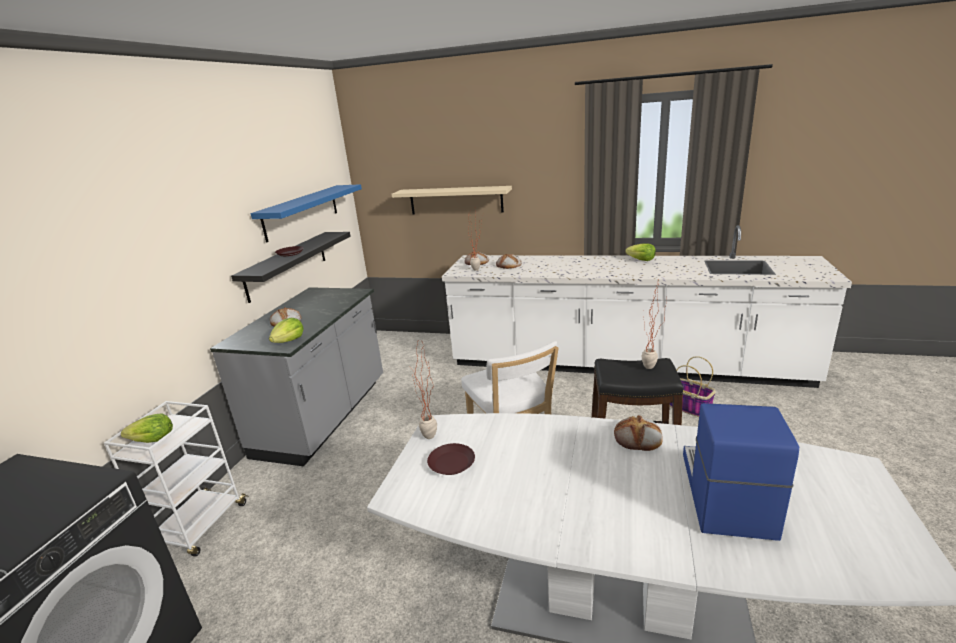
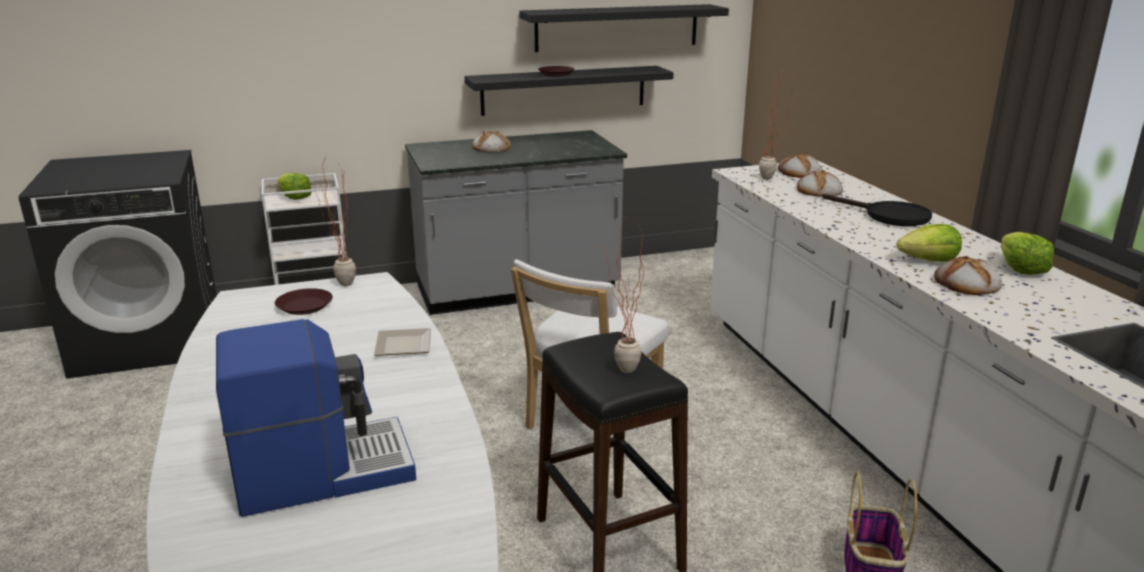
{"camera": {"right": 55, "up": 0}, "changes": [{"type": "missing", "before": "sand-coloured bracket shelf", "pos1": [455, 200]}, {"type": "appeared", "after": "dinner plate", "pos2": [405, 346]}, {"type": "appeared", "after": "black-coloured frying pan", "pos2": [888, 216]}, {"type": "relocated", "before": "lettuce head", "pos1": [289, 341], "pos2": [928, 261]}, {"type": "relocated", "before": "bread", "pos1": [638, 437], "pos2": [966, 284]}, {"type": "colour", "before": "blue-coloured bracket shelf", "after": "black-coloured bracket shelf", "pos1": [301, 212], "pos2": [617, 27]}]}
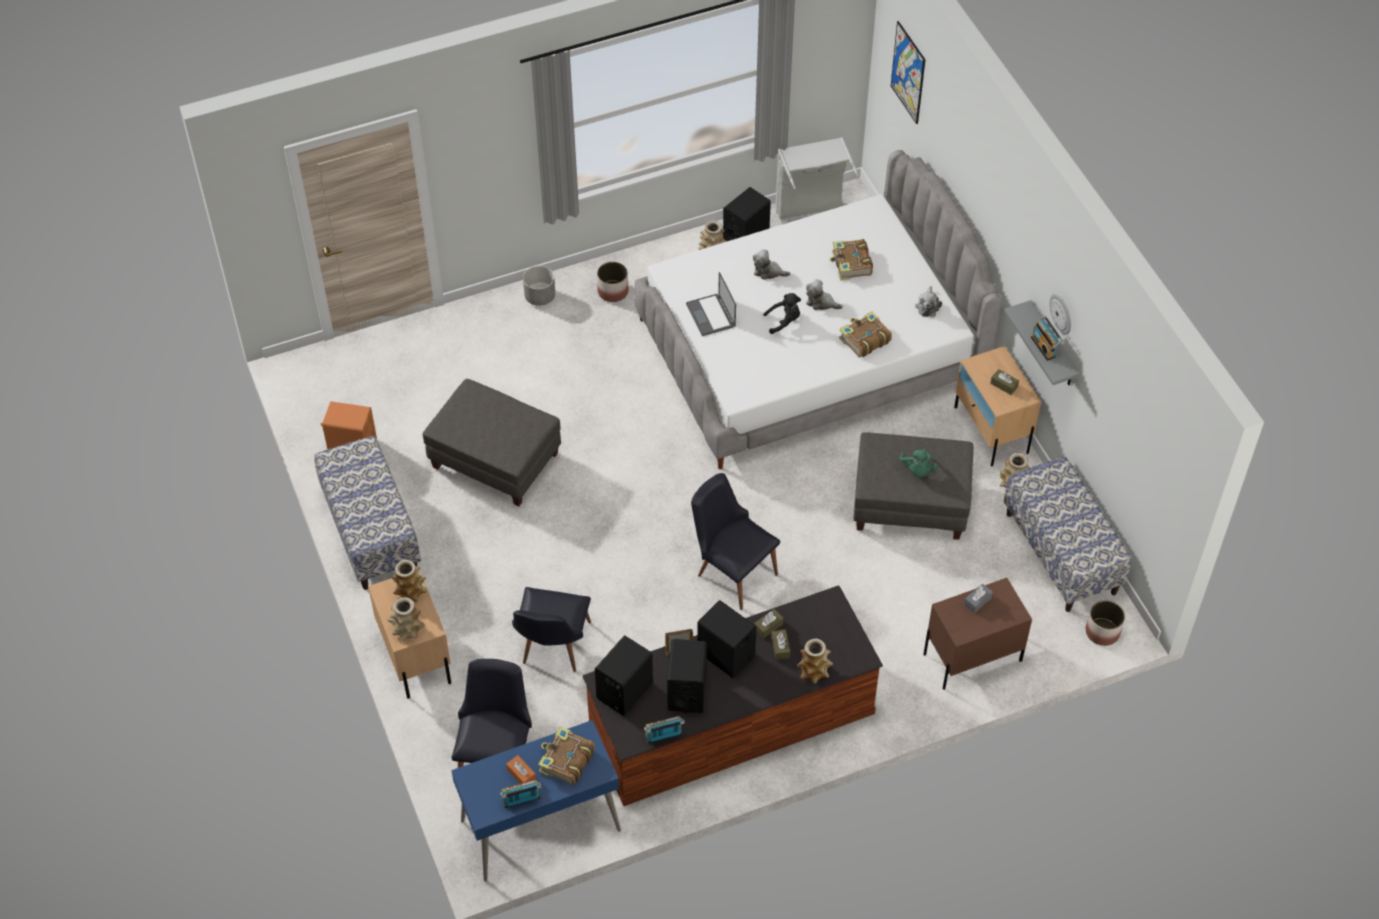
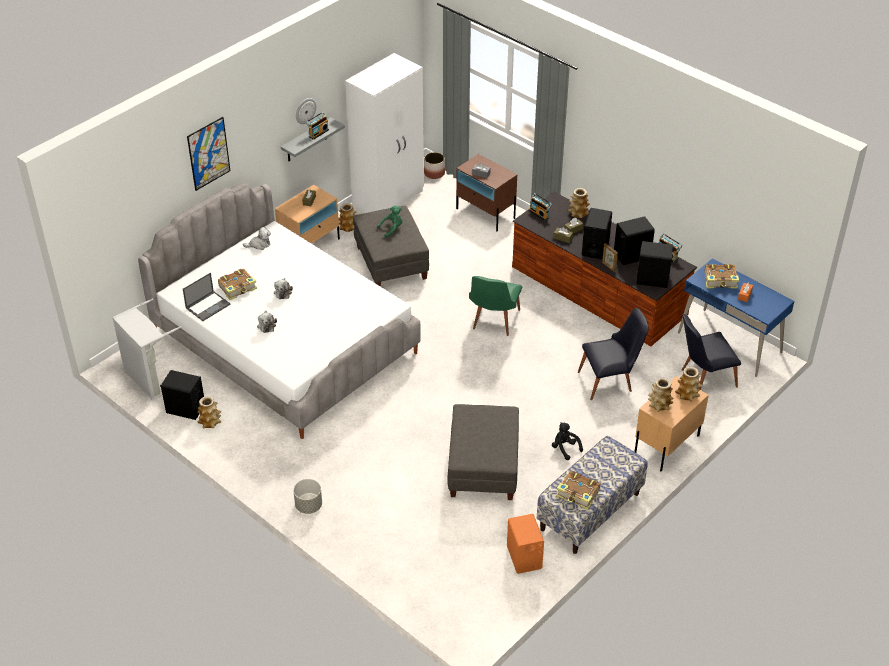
{"camera": {"right": -115, "up": -10}, "changes": [{"type": "missing", "before": "plant pot", "pos1": [613, 291]}, {"type": "relocated", "before": "radio set", "pos1": [521, 800], "pos2": [540, 214]}, {"type": "relocated", "before": "notebook computer", "pos1": [711, 315], "pos2": [208, 306]}, {"type": "relocated", "before": "black-coloured plush toy", "pos1": [784, 321], "pos2": [565, 448]}, {"type": "relocated", "before": "book", "pos1": [864, 340], "pos2": [578, 494]}, {"type": "relocated", "before": "wall picture", "pos1": [908, 72], "pos2": [208, 153]}, {"type": "exchanged", "before": "indoor bench", "after": "white wardrobe", "pos1": [1061, 553], "pos2": [389, 198]}, {"type": "colour", "before": "black-coloured upright chair", "after": "greenish upright chair", "pos1": [732, 570], "pos2": [493, 322]}]}
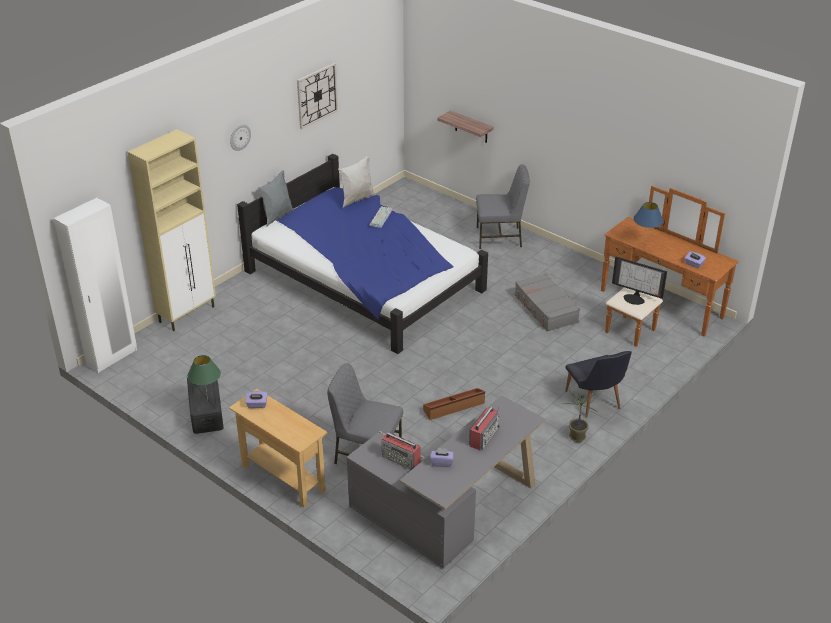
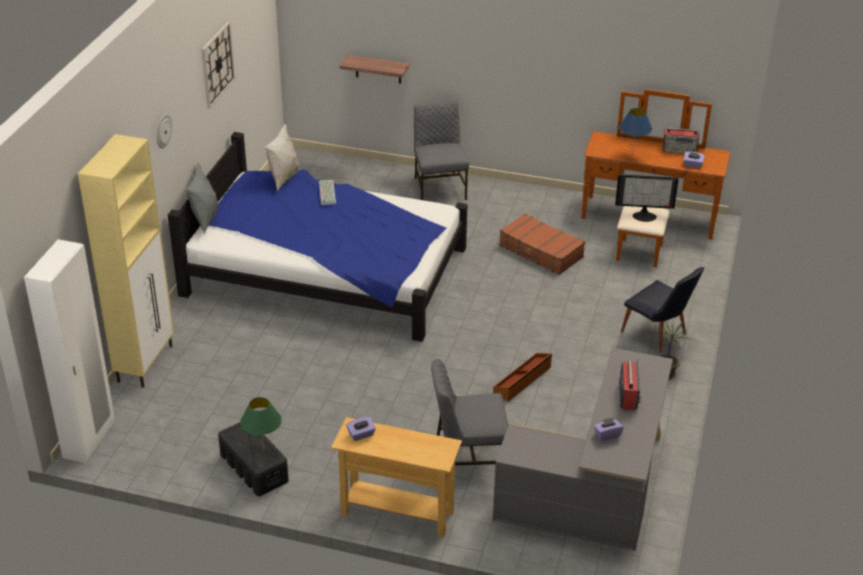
{"camera": {"right": -25, "up": 0}, "changes": [{"type": "relocated", "before": "radio set", "pos1": [401, 459], "pos2": [680, 150]}, {"type": "colour", "before": "grey piece of luggage", "after": "brownish piece of luggage", "pos1": [545, 309], "pos2": [541, 252]}, {"type": "spun", "before": "grey upright chair", "pos1": [500, 237], "pos2": [439, 188], "turn": -75}]}
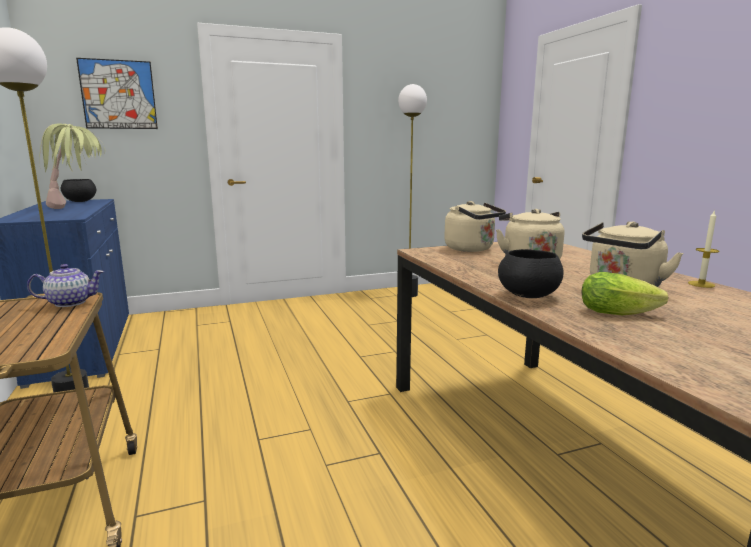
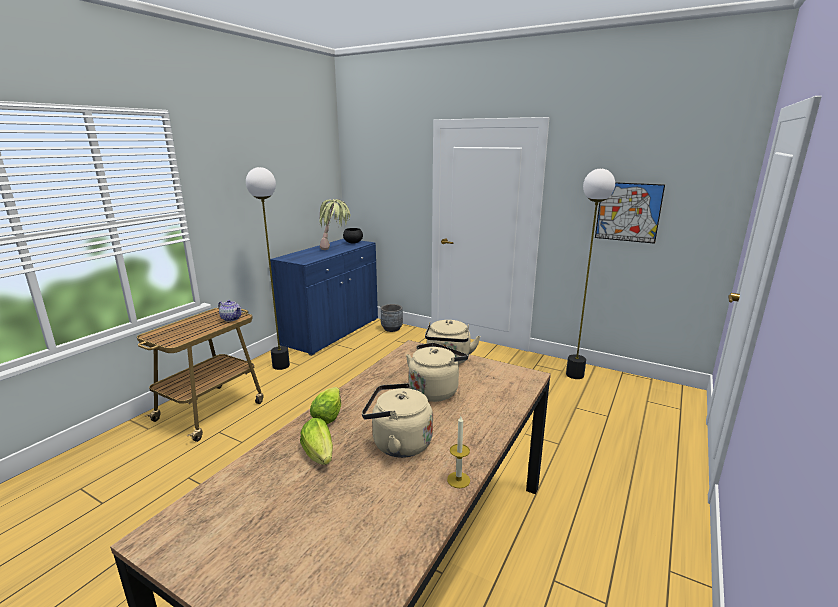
{"camera": {"right": 50, "up": 5}, "changes": [{"type": "appeared", "after": "grey plant pot", "pos2": [392, 329]}, {"type": "relocated", "before": "wall picture", "pos1": [118, 94], "pos2": [628, 212]}, {"type": "exchanged", "before": "black-coloured deep dish", "after": "lettuce head", "pos1": [528, 296], "pos2": [329, 414]}]}
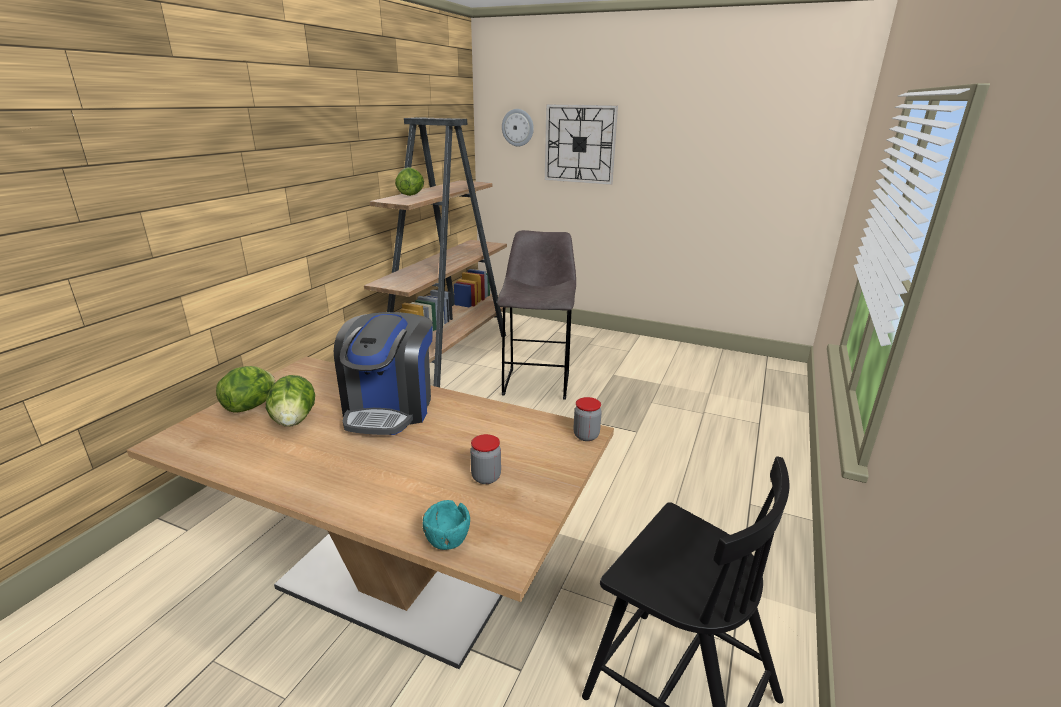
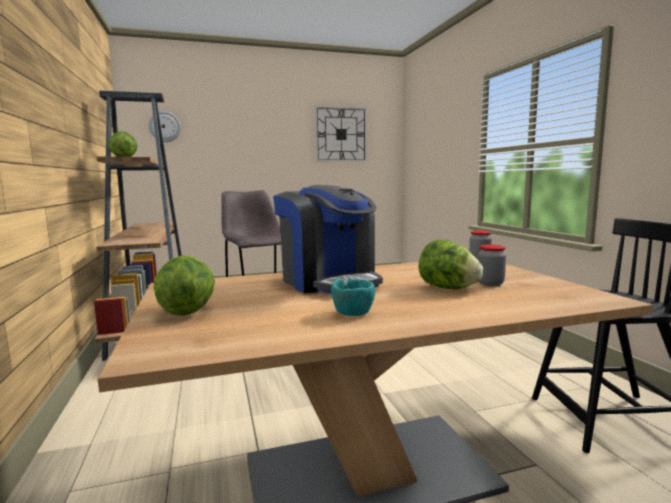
{"camera": {"right": -40, "up": -15}, "changes": [{"type": "relocated", "before": "lettuce head", "pos1": [294, 420], "pos2": [448, 288]}, {"type": "relocated", "before": "turquoise-coloured deep dish", "pos1": [447, 540], "pos2": [352, 313]}, {"type": "relocated", "before": "clock on the wall", "pos1": [580, 144], "pos2": [341, 134]}]}
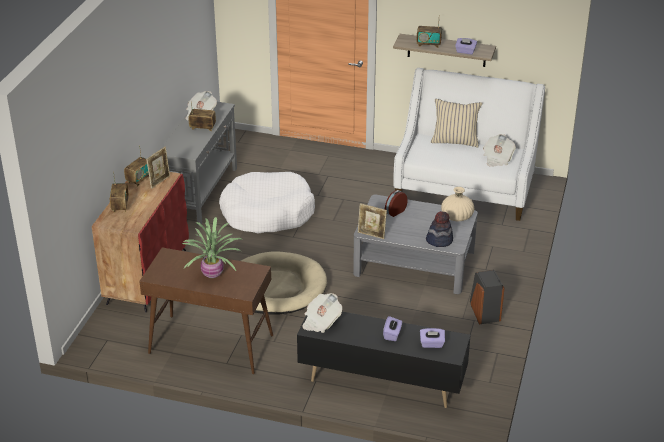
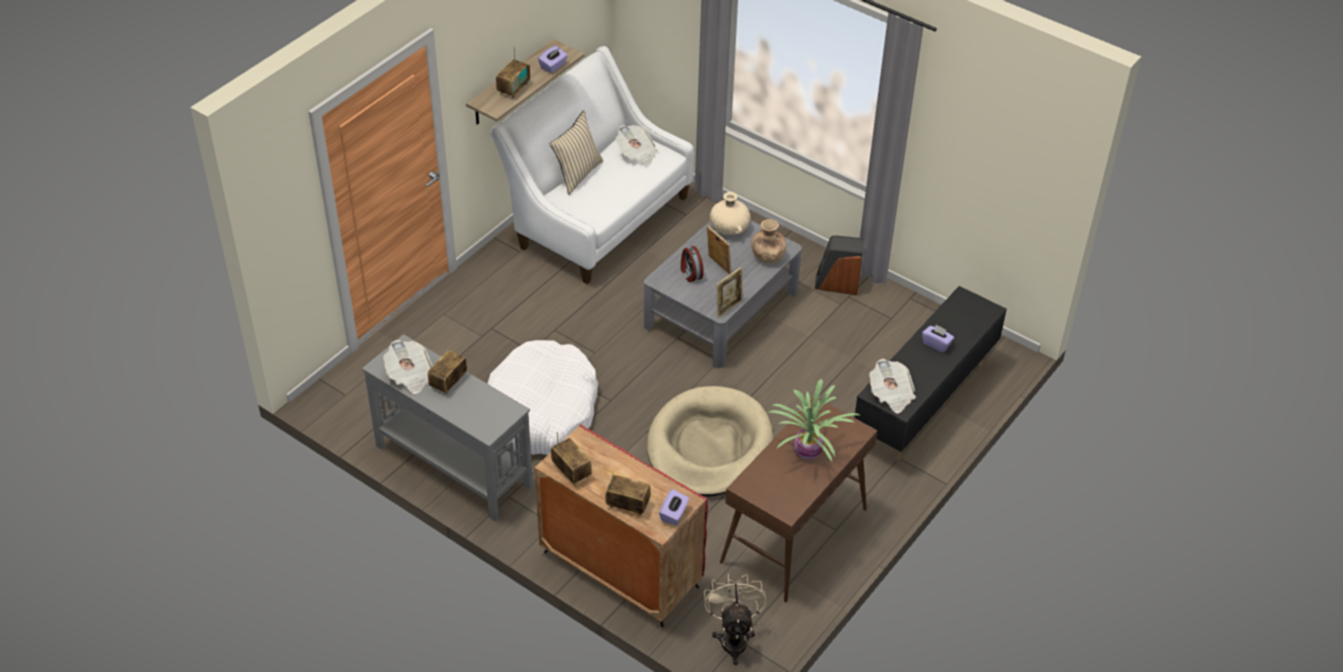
{"camera": {"right": -70, "up": 10}, "changes": [{"type": "appeared", "after": "sand-coloured fan", "pos2": [733, 638]}, {"type": "relocated", "before": "standing frame", "pos1": [159, 181], "pos2": [718, 265]}, {"type": "relocated", "before": "purple-coloured box of tissues", "pos1": [432, 344], "pos2": [674, 514]}, {"type": "exchanged", "before": "wearable hat", "after": "brownish vase", "pos1": [439, 240], "pos2": [767, 256]}]}
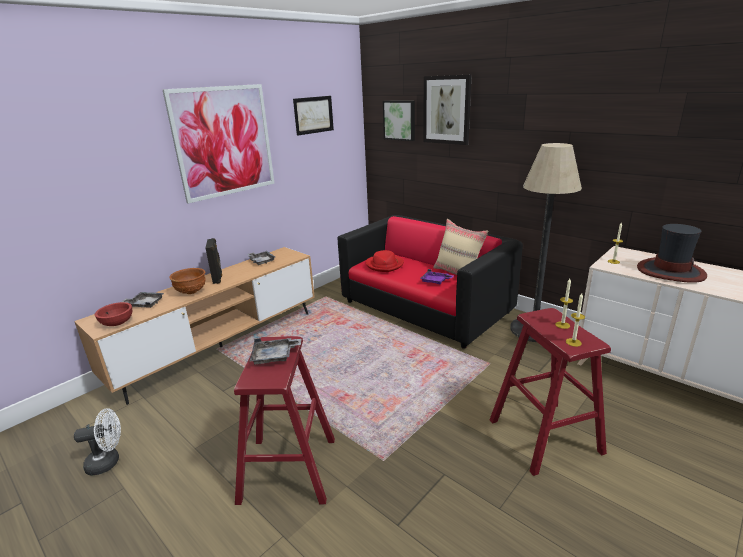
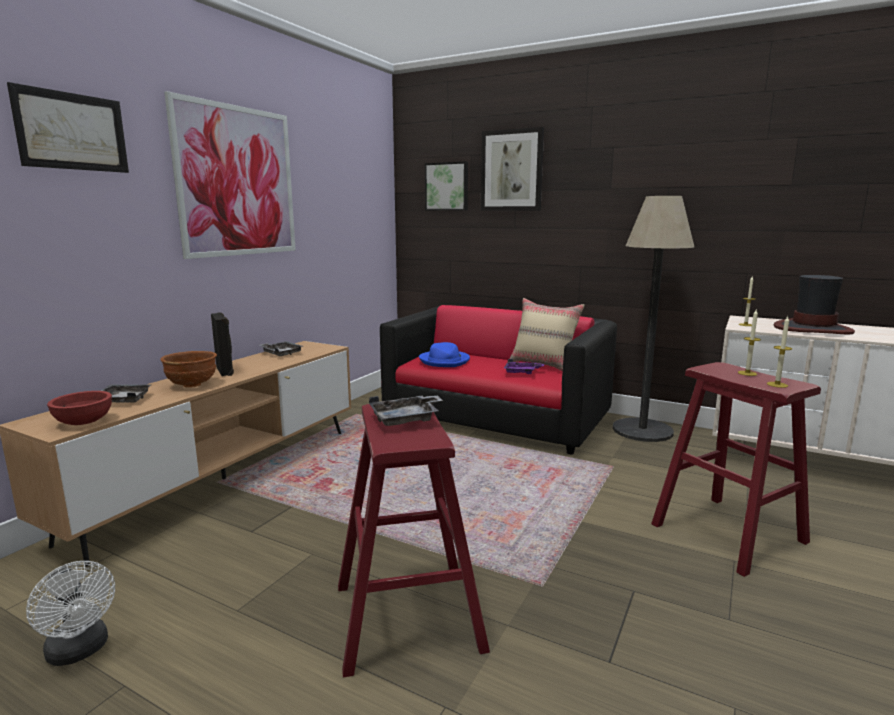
{"camera": {"right": -15, "up": -10}, "changes": [{"type": "relocated", "before": "wall picture", "pos1": [313, 115], "pos2": [72, 131]}, {"type": "colour", "before": "red-coloured wearable hat", "after": "blue-coloured wearable hat", "pos1": [385, 265], "pos2": [444, 361]}, {"type": "spun", "before": "white fan", "pos1": [108, 462], "pos2": [80, 651], "turn": 75}]}
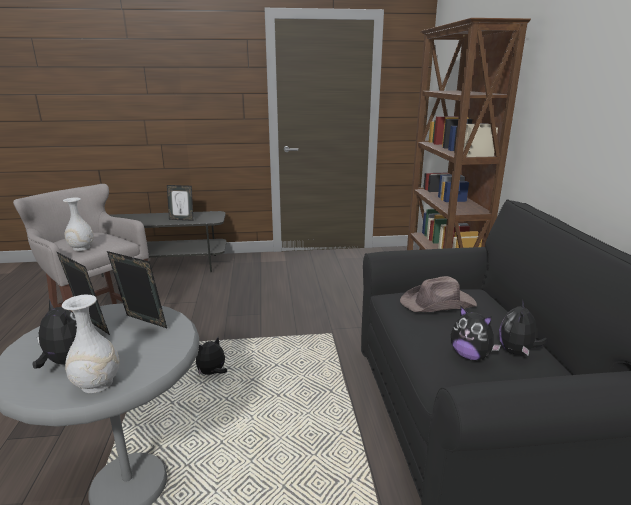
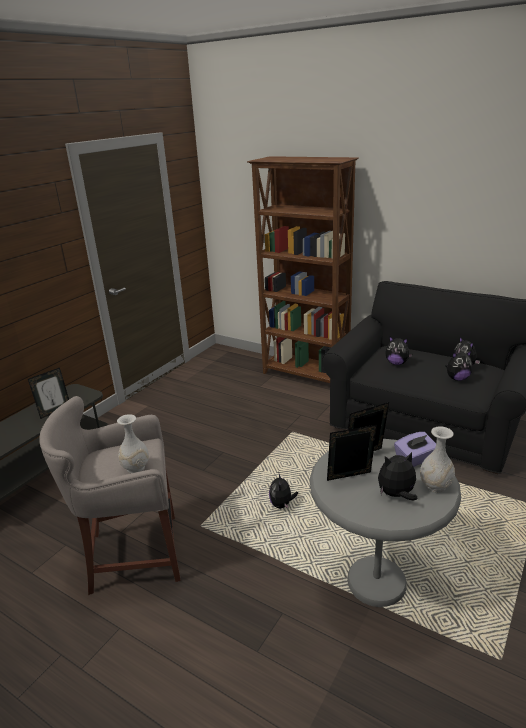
{"camera": {"right": -50, "up": 5}, "changes": [{"type": "appeared", "after": "purple-coloured box of tissues", "pos2": [415, 459]}, {"type": "exchanged", "before": "brownish wearable hat", "after": "plush toy", "pos1": [438, 303], "pos2": [396, 363]}]}
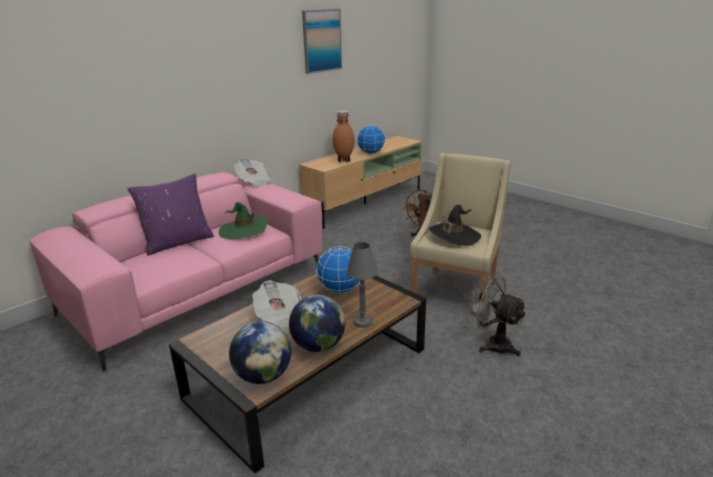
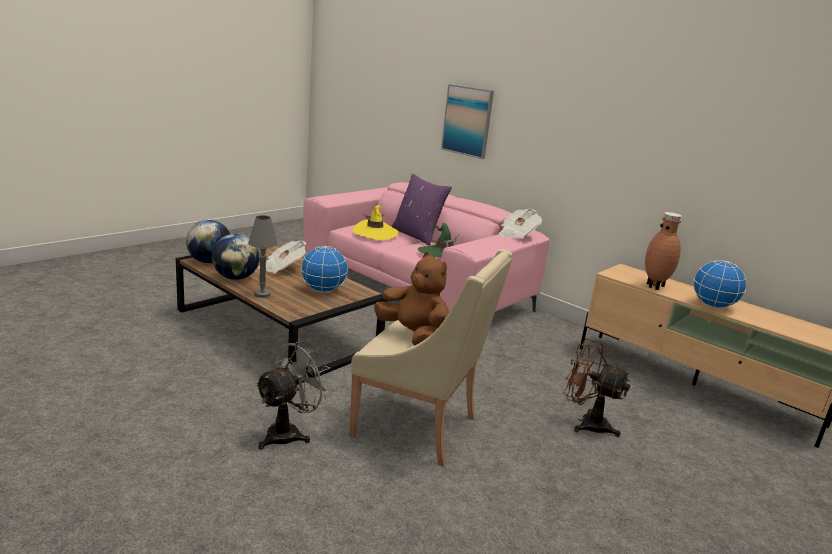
{"camera": {"right": 85, "up": -5}, "changes": [{"type": "appeared", "after": "yellow wearable hat", "pos2": [375, 233]}, {"type": "relocated", "before": "wall picture", "pos1": [321, 41], "pos2": [467, 121]}, {"type": "exchanged", "before": "black-coloured wearable hat", "after": "brownish plush toy", "pos1": [454, 236], "pos2": [413, 336]}]}
